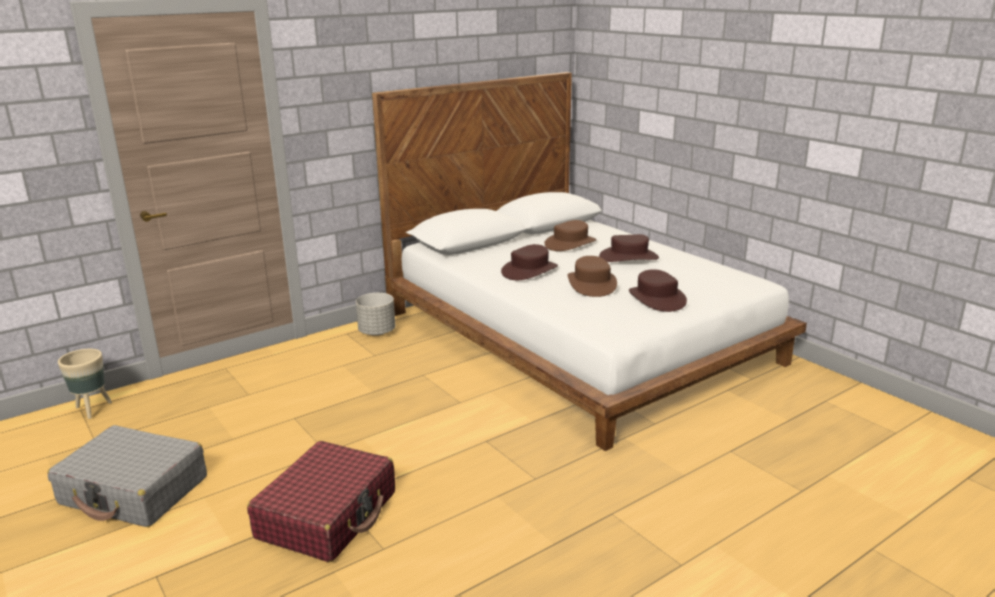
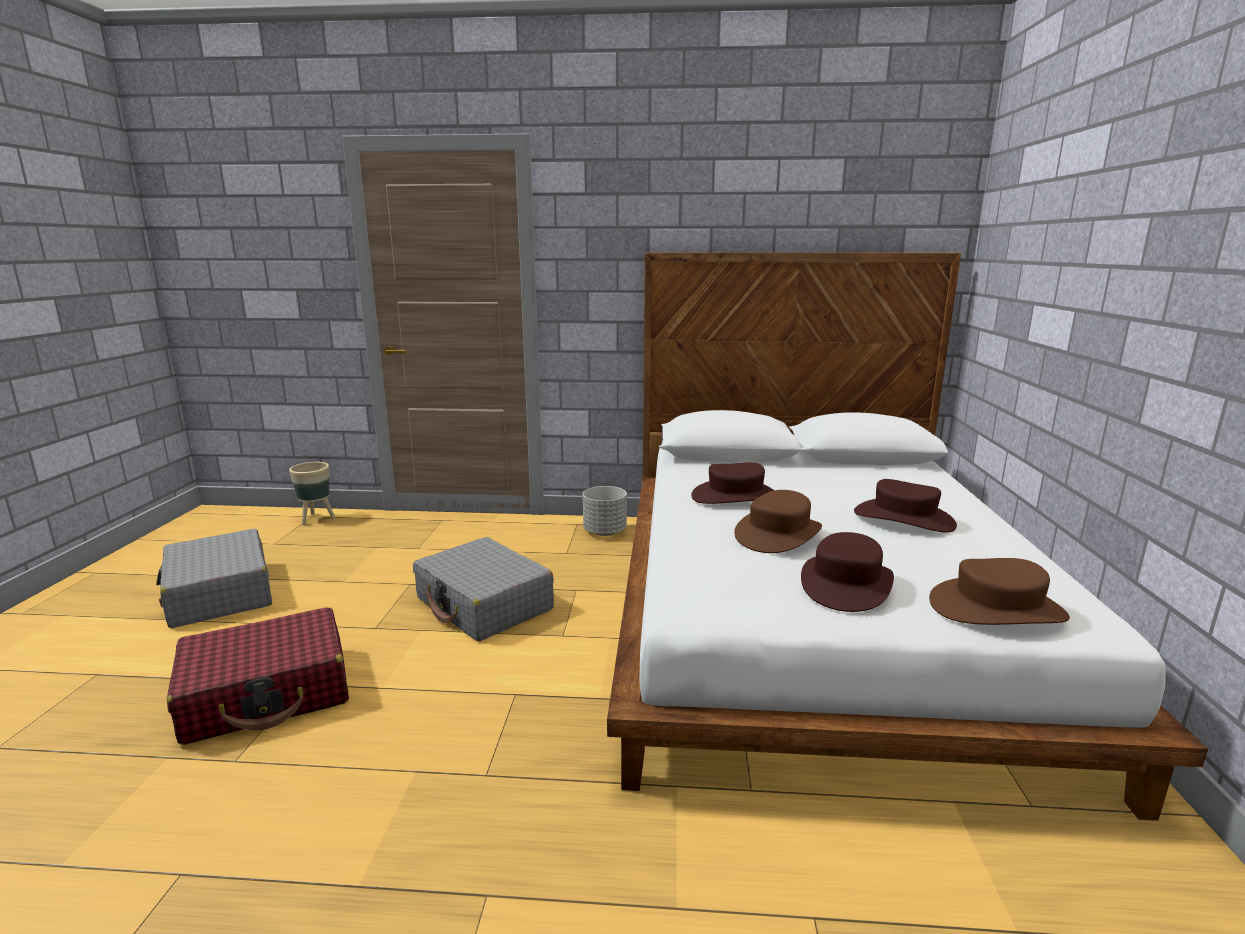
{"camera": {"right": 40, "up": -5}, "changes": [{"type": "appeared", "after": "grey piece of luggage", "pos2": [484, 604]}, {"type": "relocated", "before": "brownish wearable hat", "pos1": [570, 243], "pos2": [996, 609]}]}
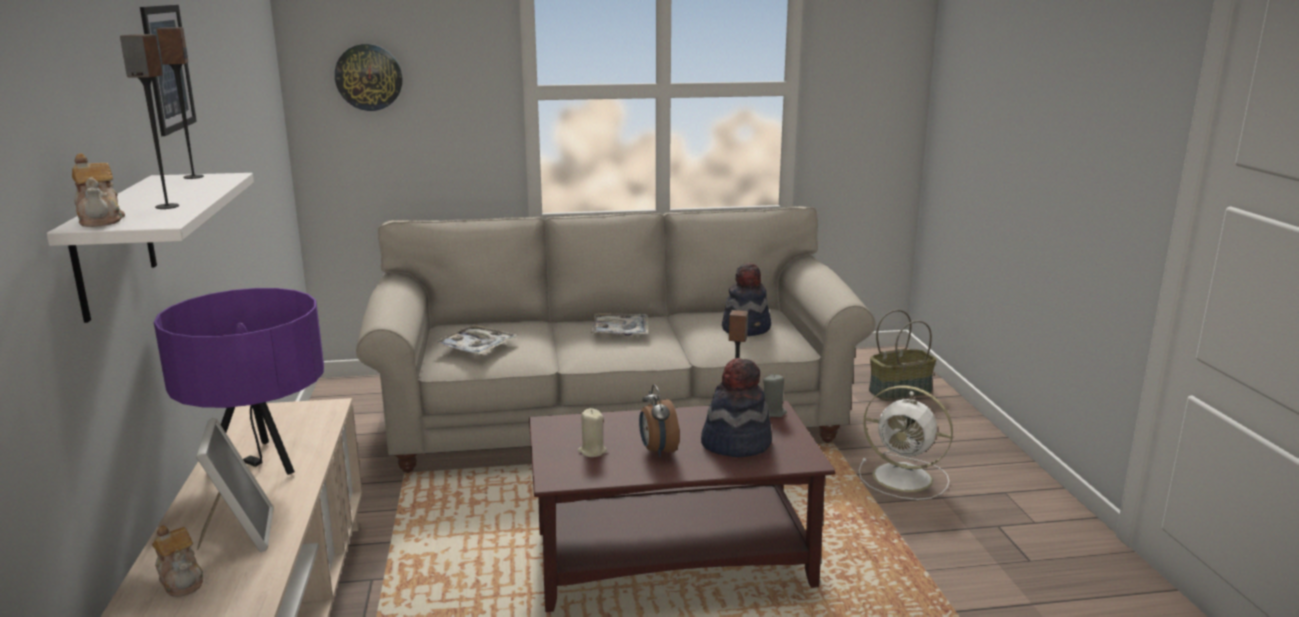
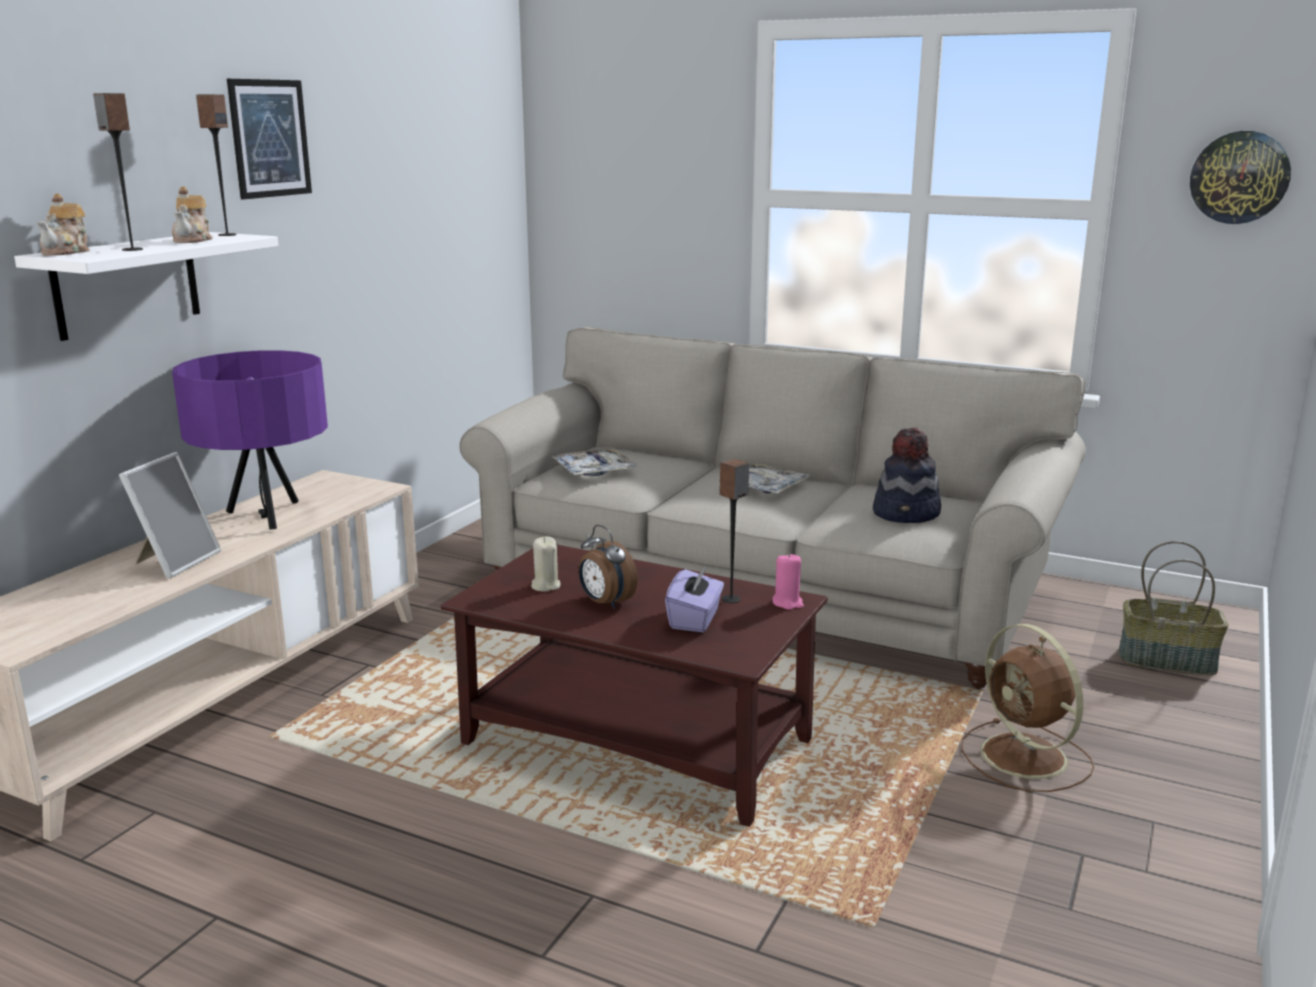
{"camera": {"right": 35, "up": 0}, "changes": [{"type": "relocated", "before": "teapot", "pos1": [182, 580], "pos2": [193, 240]}, {"type": "relocated", "before": "clock on the wall", "pos1": [369, 77], "pos2": [1239, 177]}, {"type": "exchanged", "before": "wearable hat", "after": "purple-coloured box of tissues", "pos1": [736, 443], "pos2": [695, 619]}, {"type": "colour", "before": "grey wax candle", "after": "pinkish wax candle", "pos1": [773, 412], "pos2": [787, 603]}, {"type": "colour", "before": "white fan", "after": "brownish fan", "pos1": [905, 478], "pos2": [1026, 758]}, {"type": "spun", "before": "bedside clock", "pos1": [657, 451], "pos2": [605, 603], "turn": -60}]}
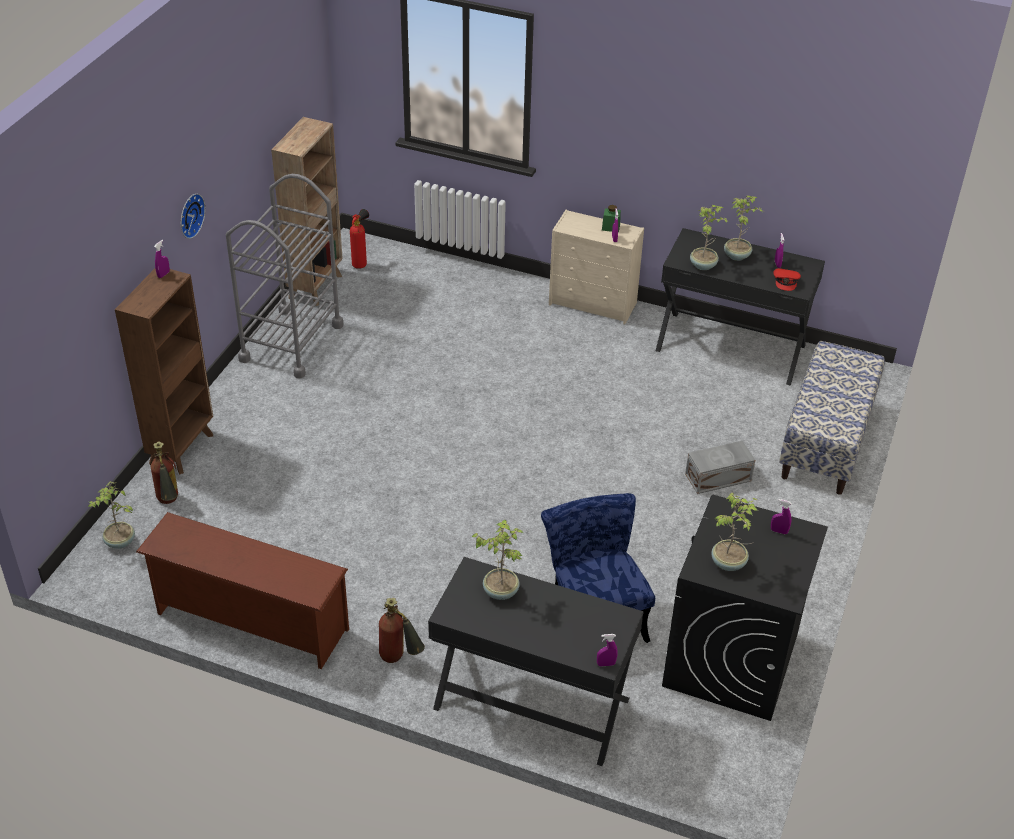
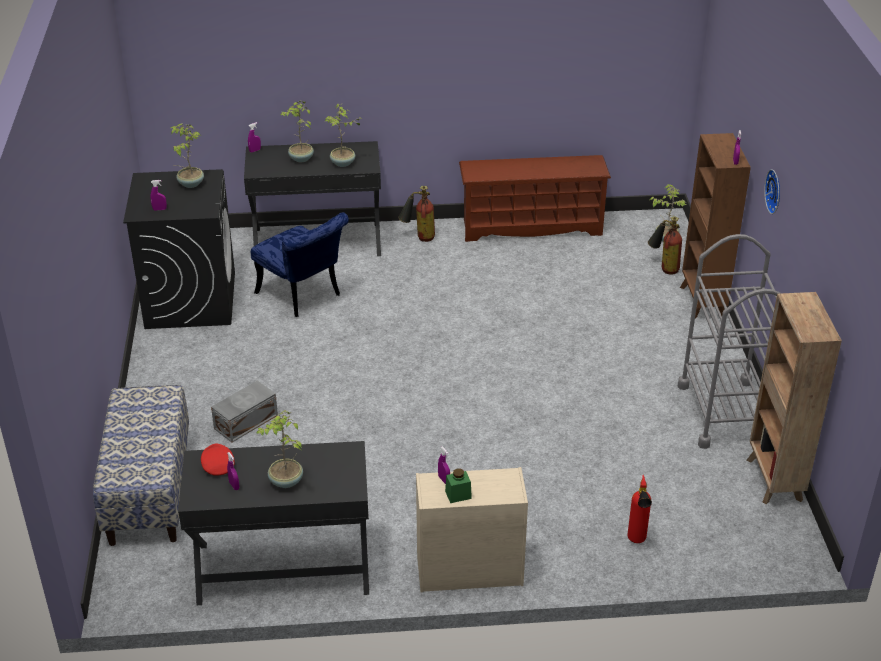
{"camera": {"right": 155, "up": -5}, "changes": [{"type": "relocated", "before": "fire-fighting cylinder", "pos1": [361, 264], "pos2": [637, 542]}, {"type": "relocated", "before": "potted plant", "pos1": [703, 265], "pos2": [301, 159]}]}
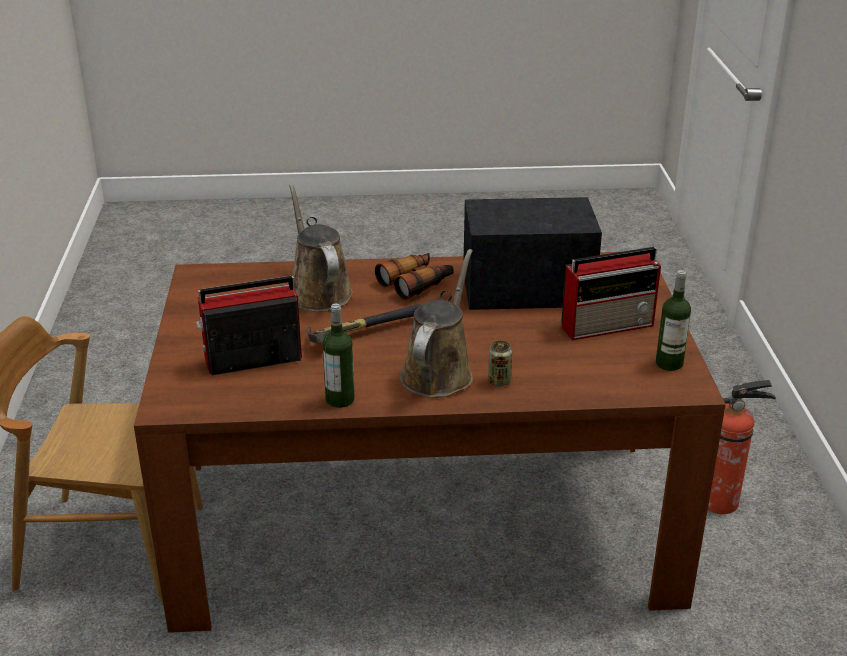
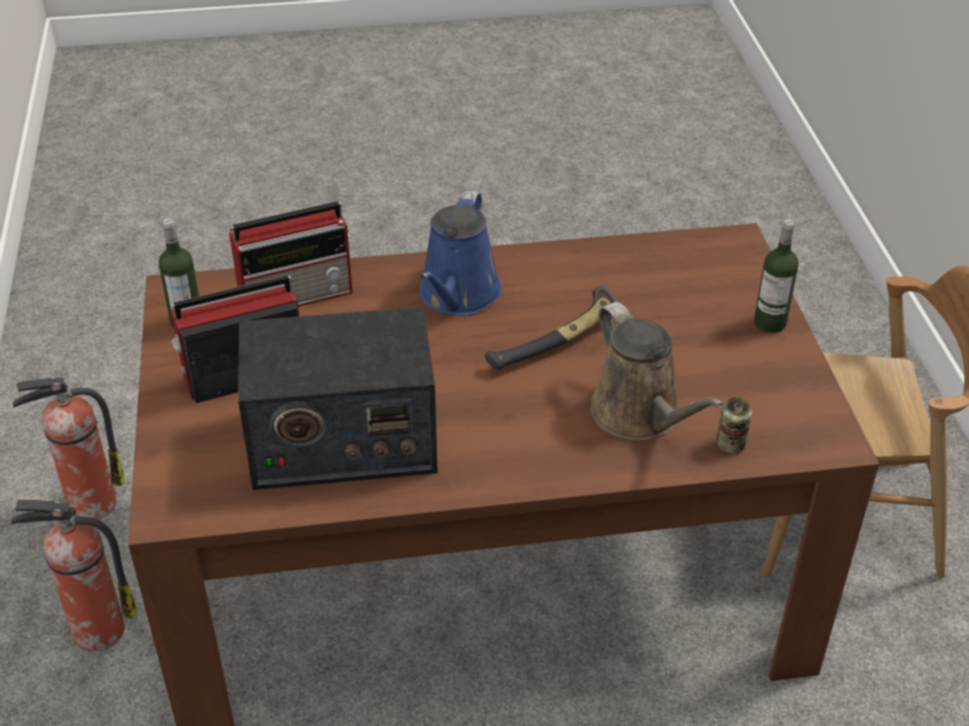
{"camera": {"right": 175, "up": 10}, "changes": [{"type": "missing", "before": "pair of binoculars", "pos1": [416, 283]}, {"type": "appeared", "after": "fire-fighting cylinder", "pos2": [89, 505]}, {"type": "relocated", "before": "radio set", "pos1": [251, 360], "pos2": [298, 295]}, {"type": "relocated", "before": "bottle", "pos1": [340, 399], "pos2": [770, 323]}, {"type": "relocated", "before": "sealed can", "pos1": [499, 381], "pos2": [730, 445]}, {"type": "colour", "before": "brownish sprinkling can", "after": "blue-coloured sprinkling can", "pos1": [439, 372], "pos2": [458, 296]}]}
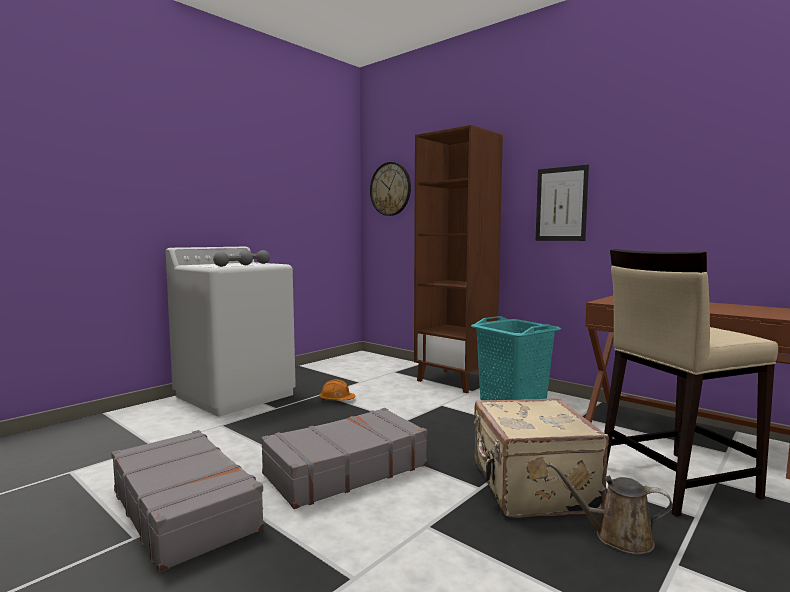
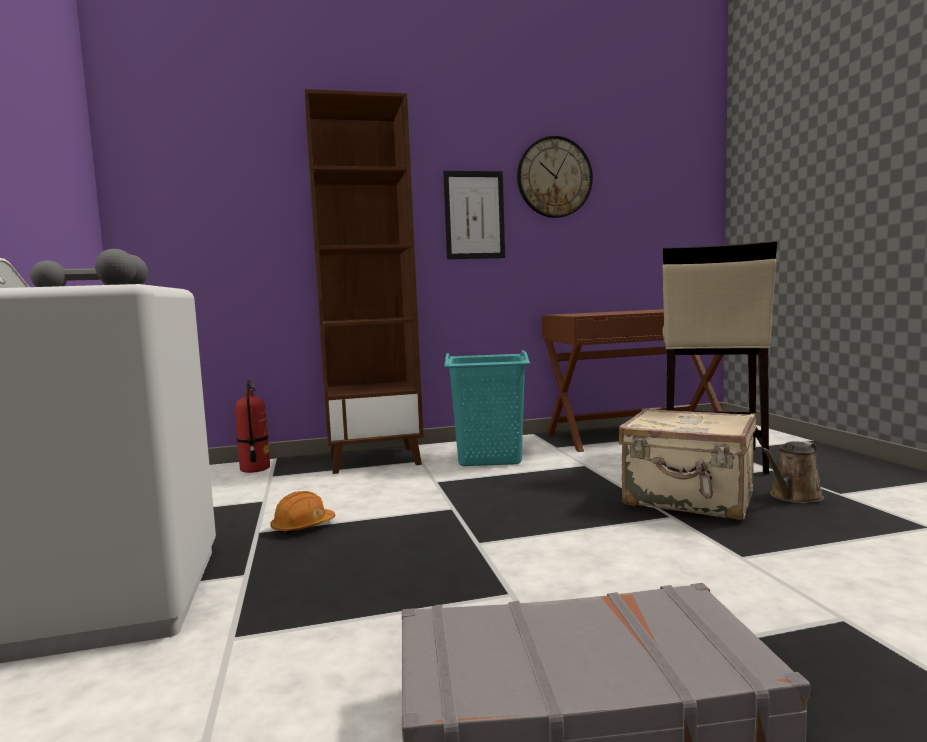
{"camera": {"right": -55, "up": 0}, "changes": [{"type": "missing", "before": "grey piece of luggage", "pos1": [345, 469]}, {"type": "appeared", "after": "fire-fighting cylinder", "pos2": [254, 469]}, {"type": "relocated", "before": "clock on the wall", "pos1": [390, 189], "pos2": [554, 177]}]}
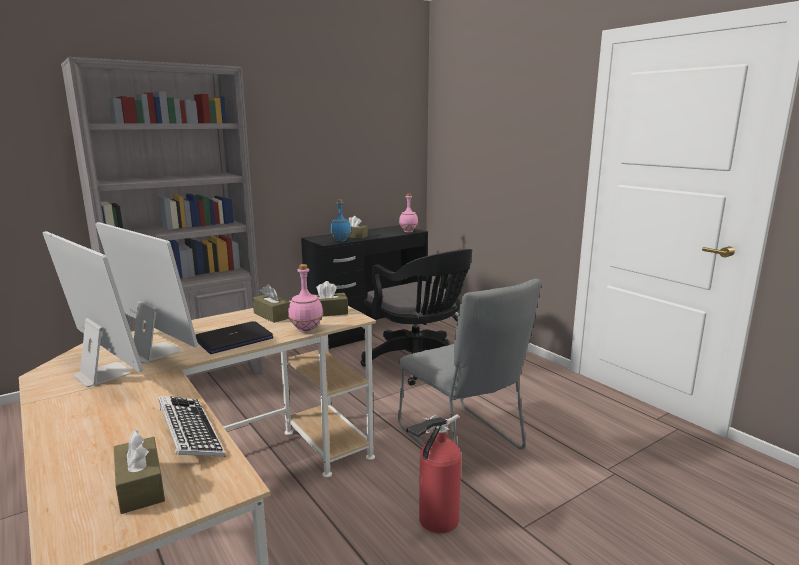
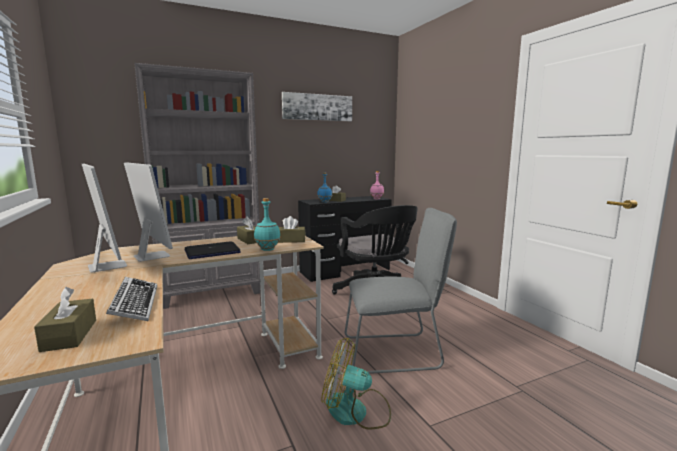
{"camera": {"right": 10, "up": -5}, "changes": [{"type": "appeared", "after": "wall picture", "pos2": [317, 107]}, {"type": "exchanged", "before": "fire-fighting cylinder", "after": "fan", "pos1": [435, 521], "pos2": [356, 411]}, {"type": "colour", "before": "pinkish bottle", "after": "turquoise-coloured bottle", "pos1": [307, 330], "pos2": [268, 249]}, {"type": "spun", "before": "grey upright chair", "pos1": [463, 441], "pos2": [395, 352], "turn": -75}]}
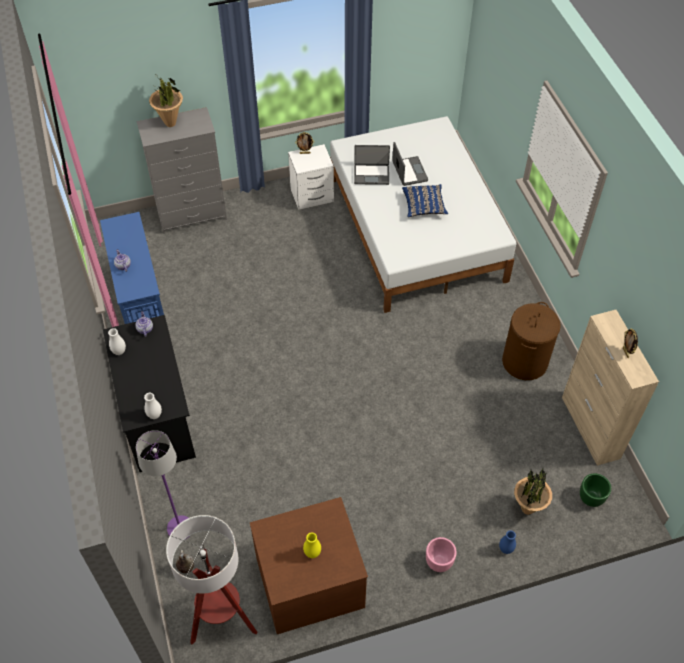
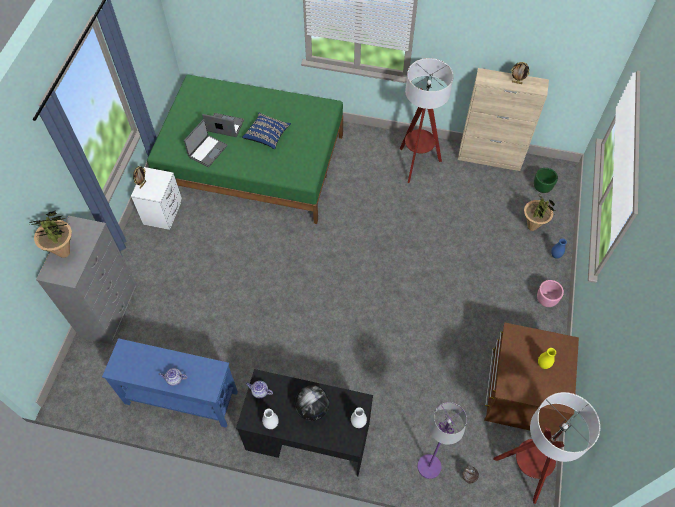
{"camera": {"right": -60, "up": 5}, "changes": [{"type": "appeared", "after": "desk globe", "pos2": [312, 408]}, {"type": "exchanged", "before": "brownish laundry basket", "after": "standing lamp", "pos1": [525, 362], "pos2": [416, 163]}, {"type": "colour", "before": "white bed", "after": "greenish bed", "pos1": [416, 229], "pos2": [252, 162]}]}
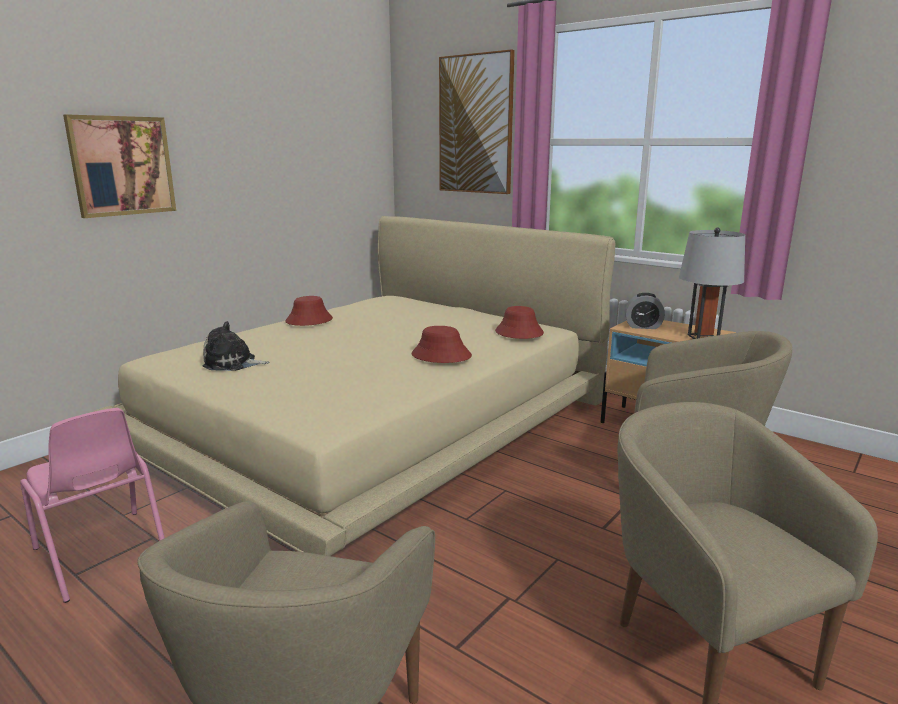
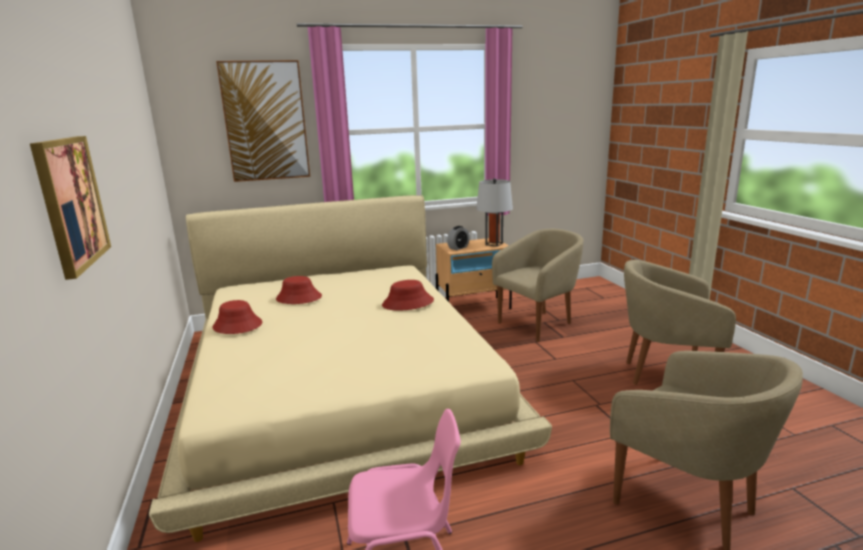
{"camera": {"right": -55, "up": 0}, "changes": [{"type": "missing", "before": "plush toy", "pos1": [233, 363]}, {"type": "relocated", "before": "red-coloured wearable hat", "pos1": [519, 332], "pos2": [298, 298]}]}
